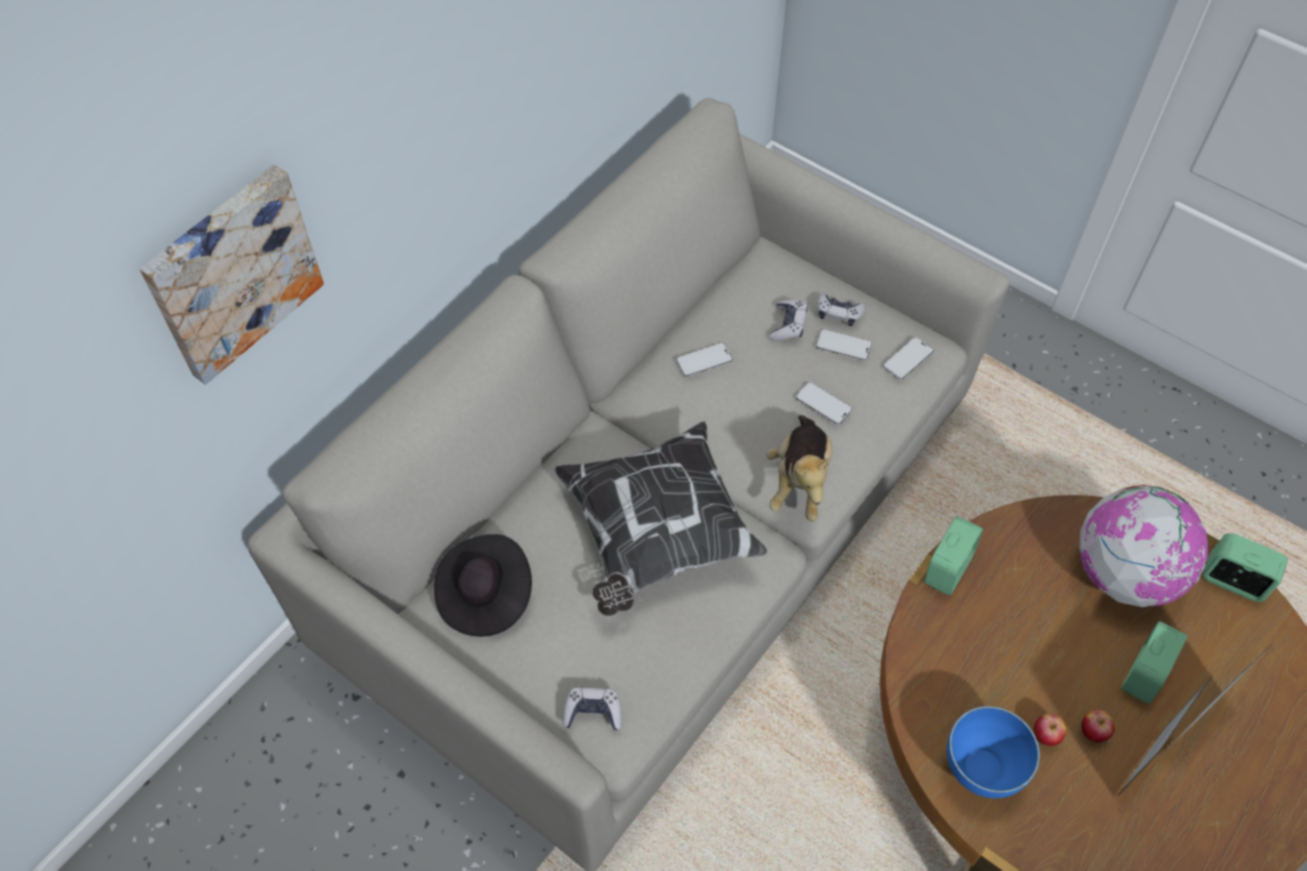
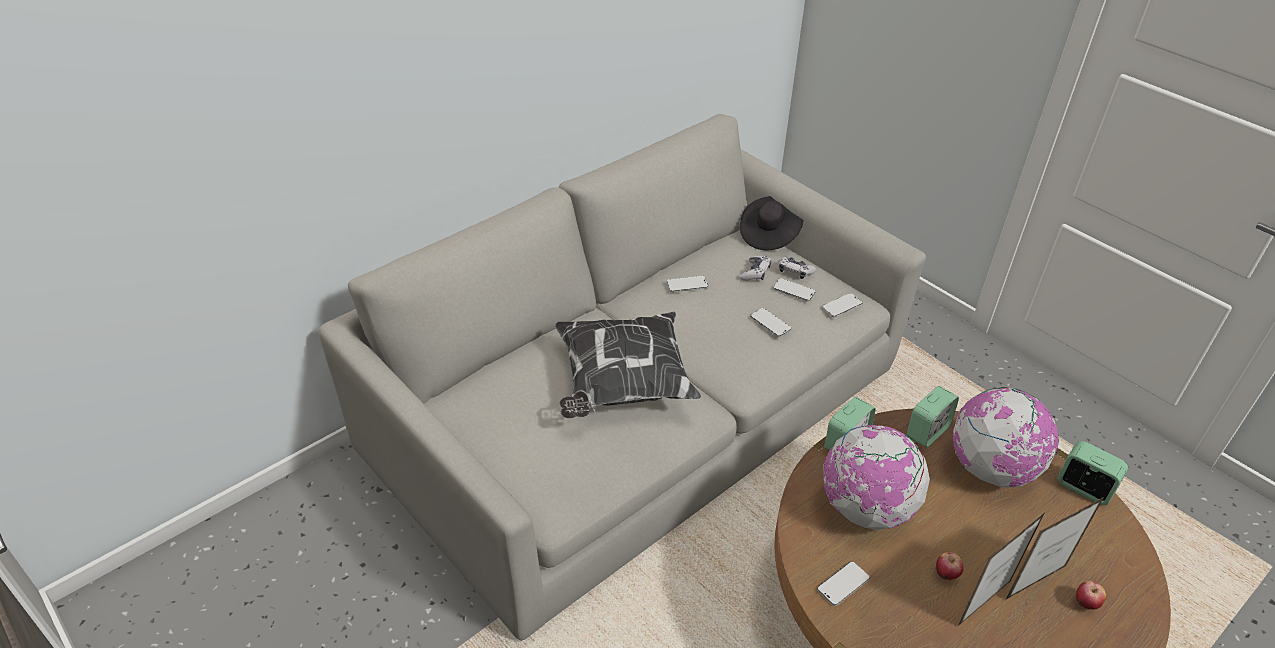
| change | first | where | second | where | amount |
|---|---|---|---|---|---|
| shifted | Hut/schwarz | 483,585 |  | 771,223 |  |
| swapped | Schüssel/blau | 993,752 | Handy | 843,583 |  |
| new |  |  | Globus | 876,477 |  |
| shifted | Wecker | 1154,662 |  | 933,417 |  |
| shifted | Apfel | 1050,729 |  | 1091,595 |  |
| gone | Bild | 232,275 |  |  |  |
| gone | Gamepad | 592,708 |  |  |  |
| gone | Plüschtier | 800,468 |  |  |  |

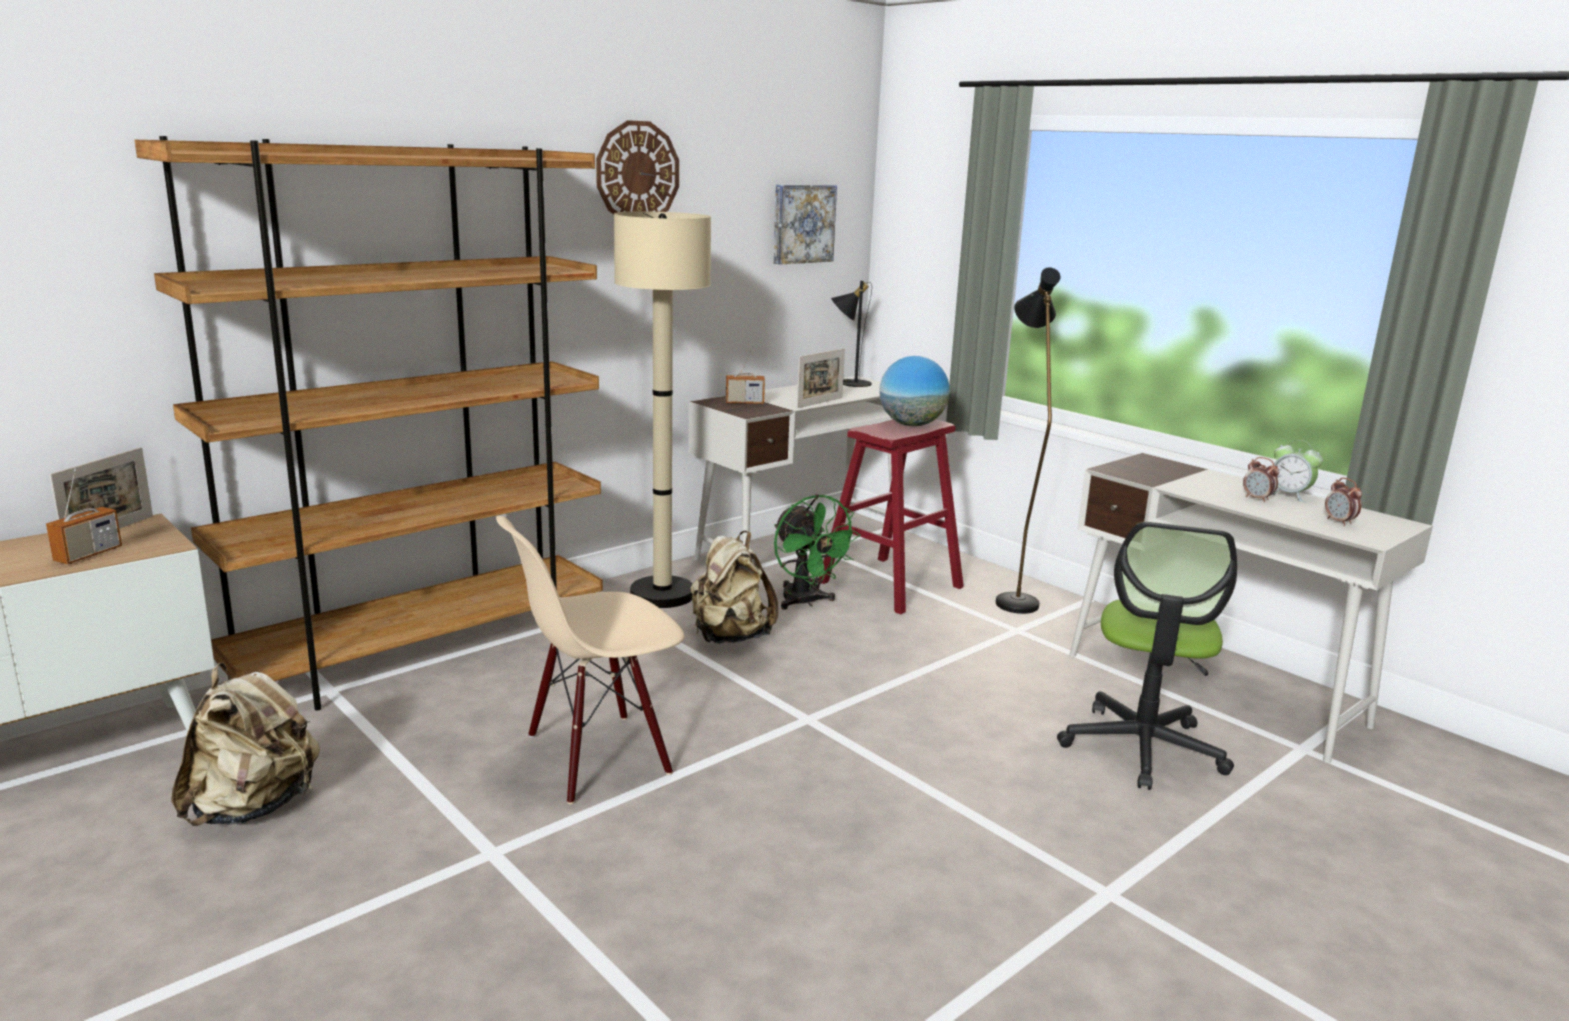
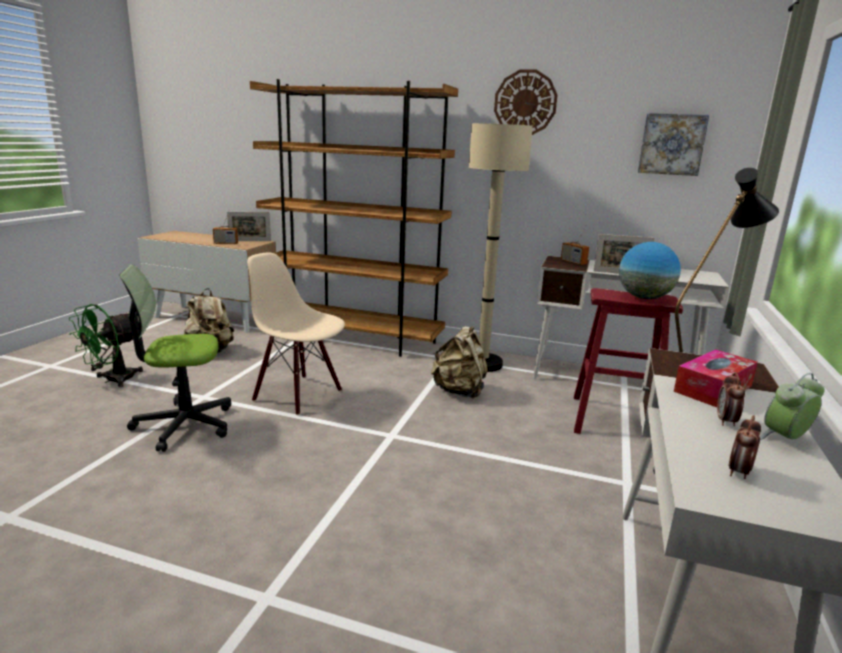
| change | first | where | second | where | amount |
|---|---|---|---|---|---|
| shifted | Ventilator/grün | 817,552 |  | 106,345 |  |
| shifted | Bürostuhl | 1147,656 |  | 175,358 |  |
| new |  |  | Taschentuchbox | 716,378 |  |
| rotated | Wecker | 1297,471 |  | 792,406 | 45 degrees clockwise |
| gone | Tischlampe/schwarz | 851,334 |  |  |  |

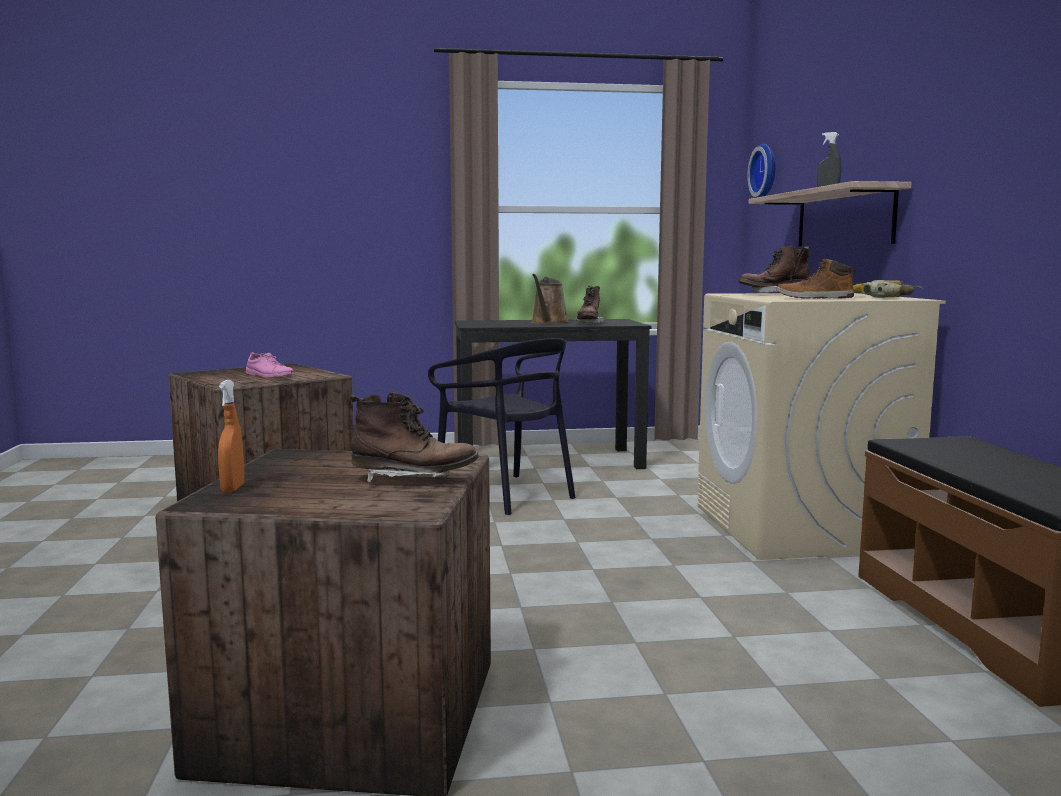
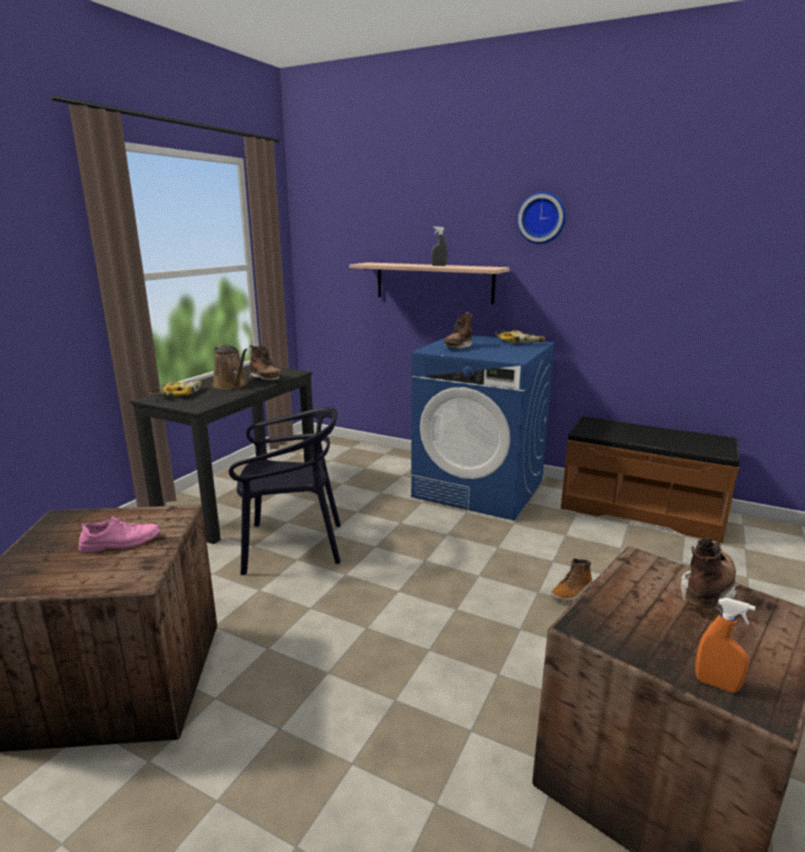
| change | first | where | second | where | amount |
|---|---|---|---|---|---|
| new |  |  | Bohrmaschine | 176,388 |  |
| repainted | Waschmaschine/beige | 821,426 | Waschmaschine/blau | 483,428 |  |
| shifted | Wanduhr | 761,171 |  | 541,218 |  |
| shifted | Stiefel | 816,278 |  | 571,580 |  |

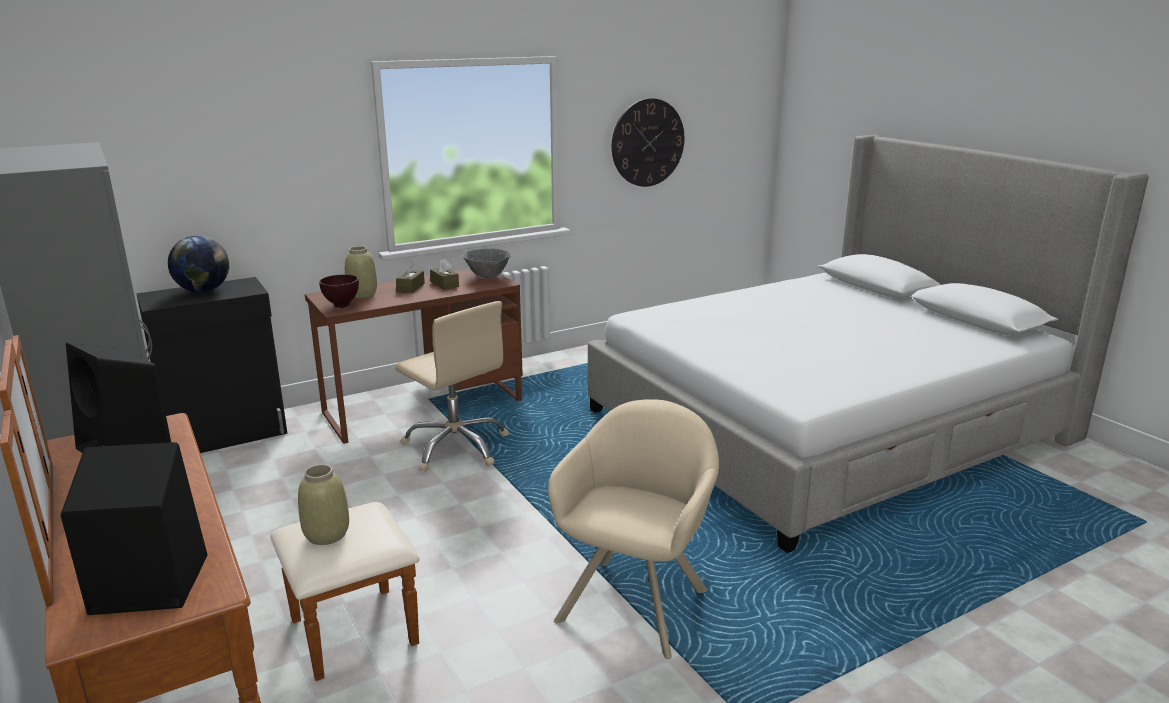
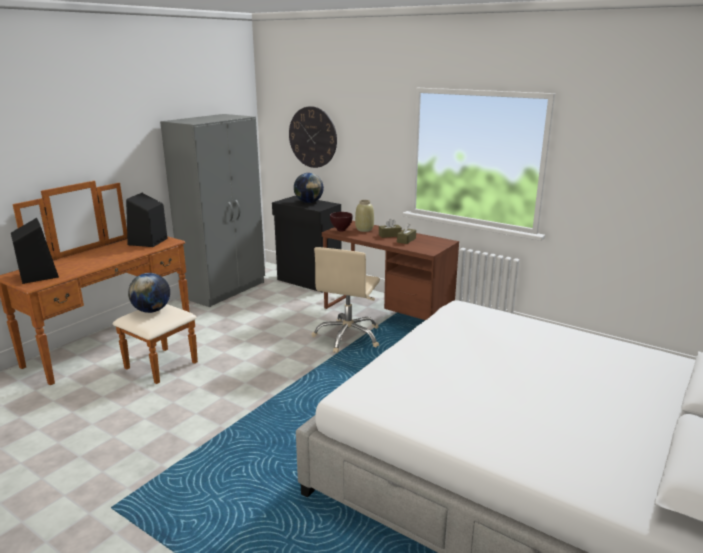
| change | first | where | second | where | amount |
|---|---|---|---|---|---|
| swapped | Vase/beige | 323,504 | Globus | 149,293 |  |
| shifted | Wanduhr | 648,142 |  | 313,137 |  |
| gone | Schüssel/grau | 486,263 |  |  |  |
| gone | Sessel/beige | 633,529 |  |  |  |

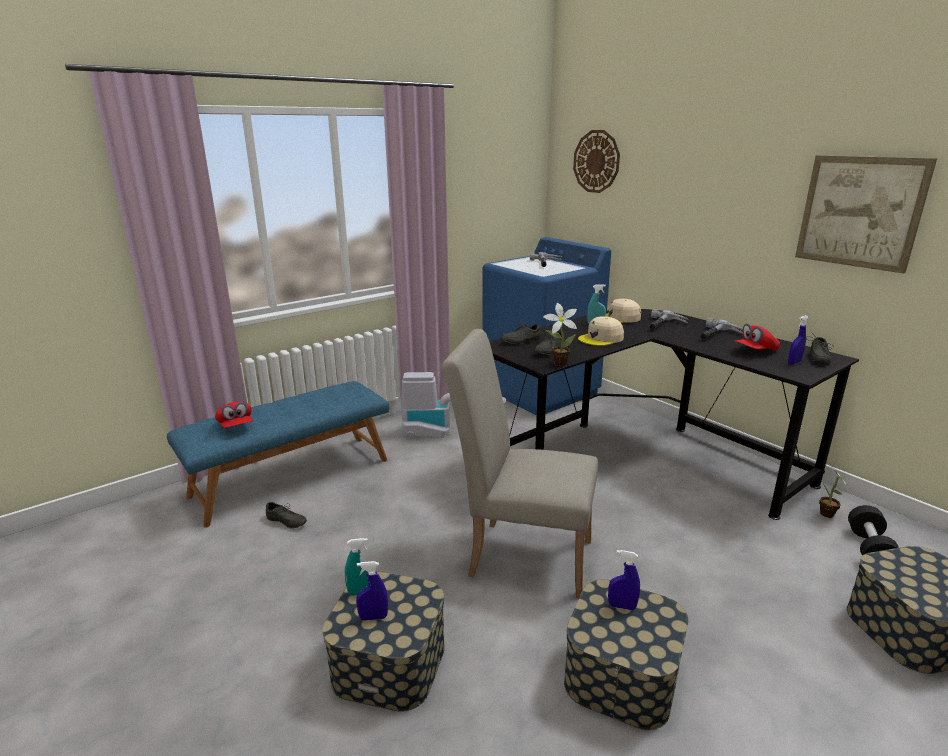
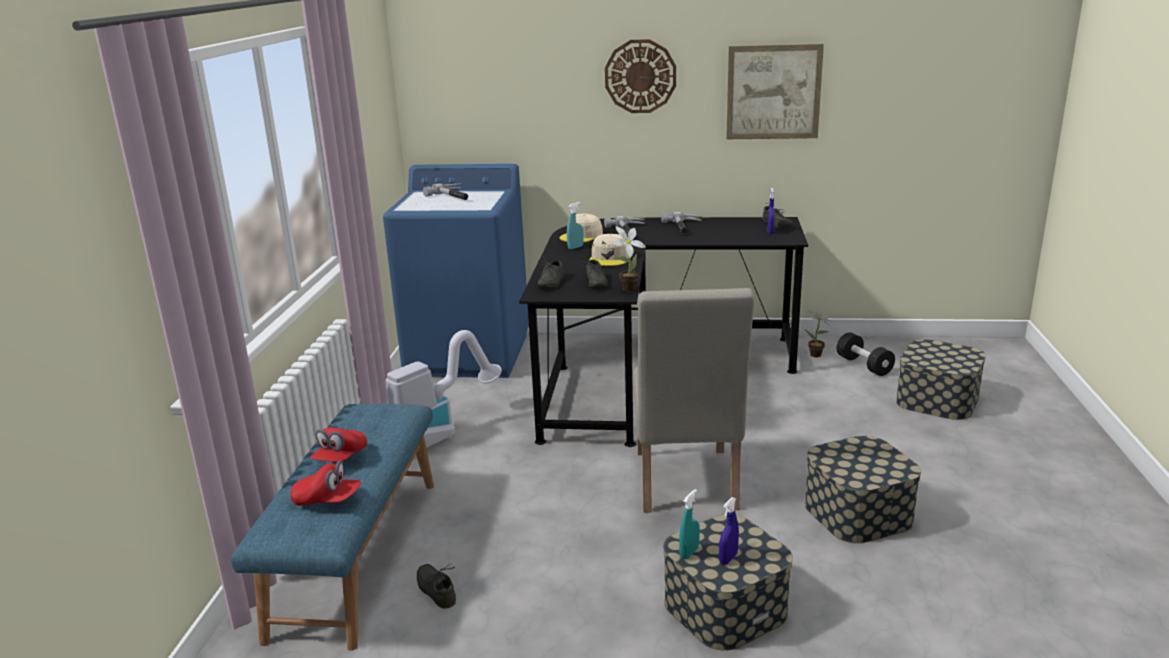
| change | first | where | second | where | amount |
|---|---|---|---|---|---|
| shifted | Kappe/rot | 757,337 |  | 338,444 |  |
| rotated | Schuh/grau | 286,515 |  | 436,586 | 105 degrees counterclockwise |
| shifted | Wanduhr | 596,161 |  | 640,76 |  |
| rotated | Stuhl/beige | 520,463 |  | 693,400 | 60 degrees counterclockwise |
| gone | Sprühflasche/blau | 624,580 |  |  |  |

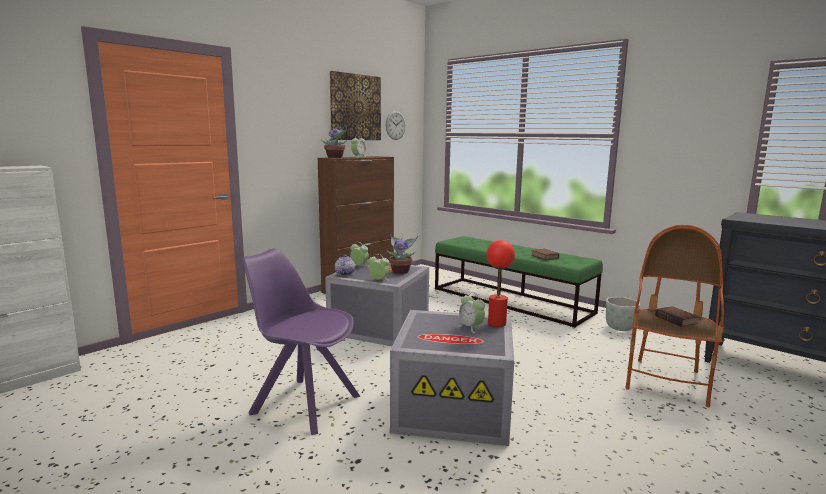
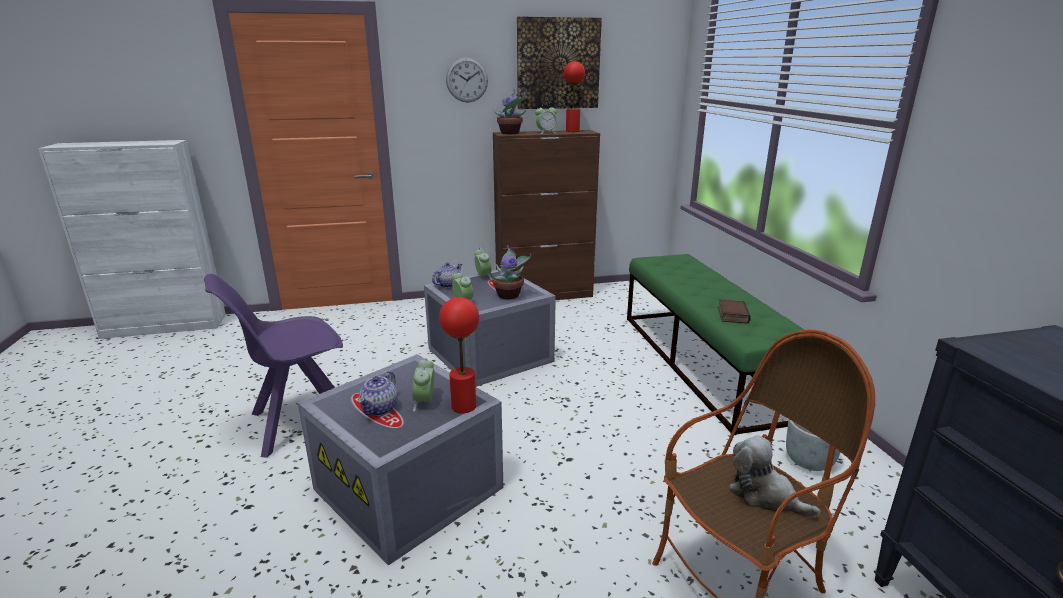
| change | first | where | second | where | amount |
|---|---|---|---|---|---|
| rotated | Stuhl/lila | 302,342 |  | 273,366 | 90 degrees counterclockwise |
| new |  |  | Teekanne | 378,393 |  |
| shifted | Wanduhr | 396,125 |  | 467,80 |  |
| new |  |  | Tischlampe/rot | 574,96 |  |
| swapped | Buch | 677,316 | Plüschtier | 775,476 |  |

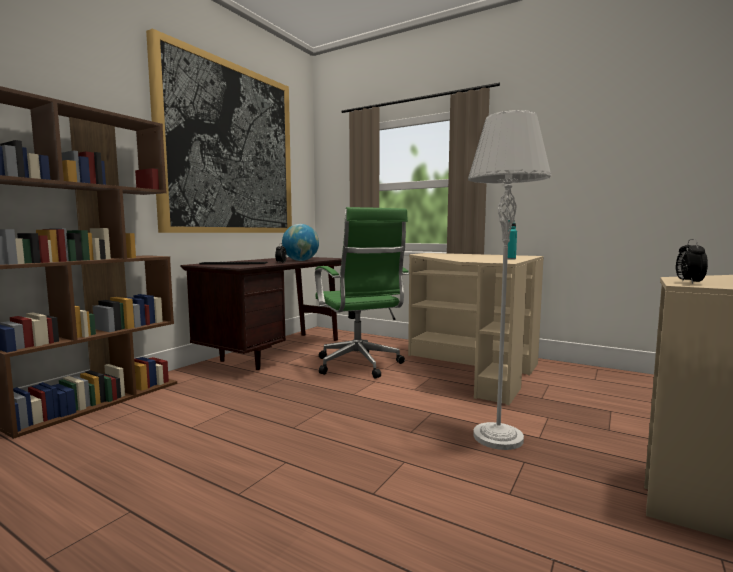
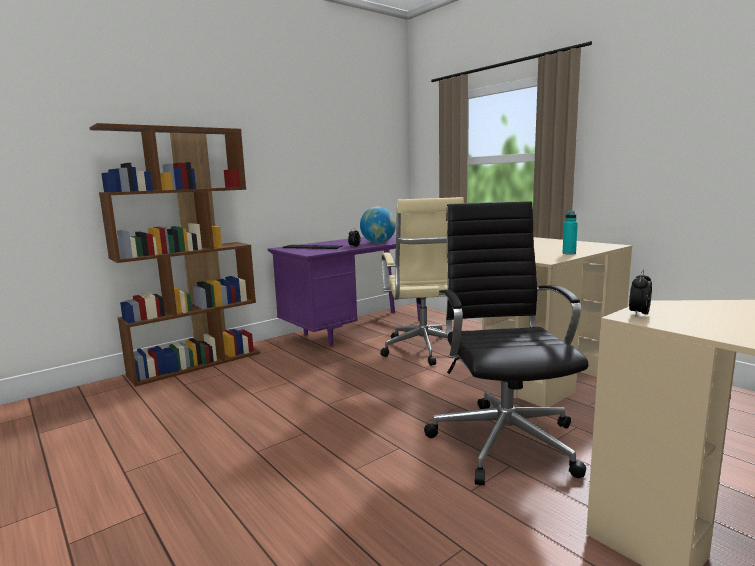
| change | first | where | second | where | amount |
|---|---|---|---|---|---|
| repainted | Schreibtisch/braun | 261,313 | Schreibtisch/lila | 344,290 |  |
| repainted | Bürostuhl/grün | 362,293 | Bürostuhl/beige | 422,281 |  |
| swapped | Stehlampe/grau | 509,280 | Bürostuhl/schwarz | 506,343 |  |
| gone | Bild | 219,130 |  |  |  |

